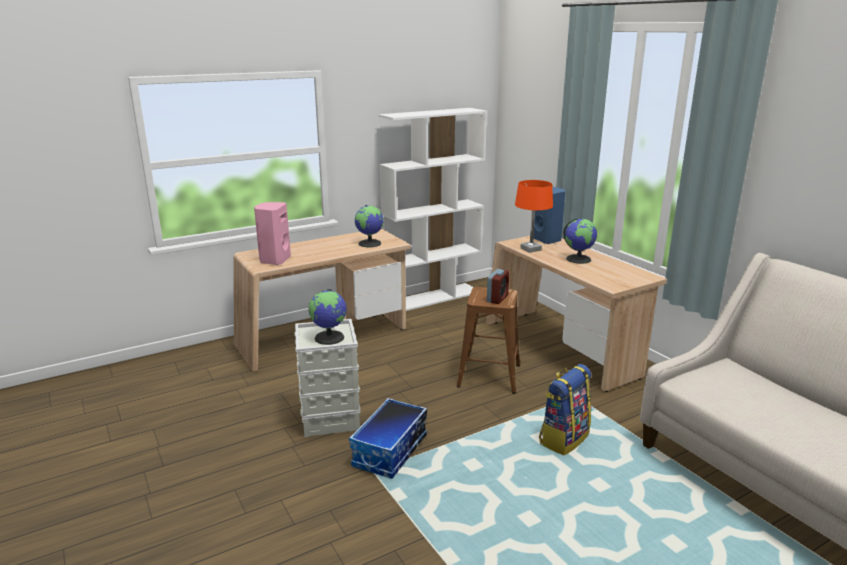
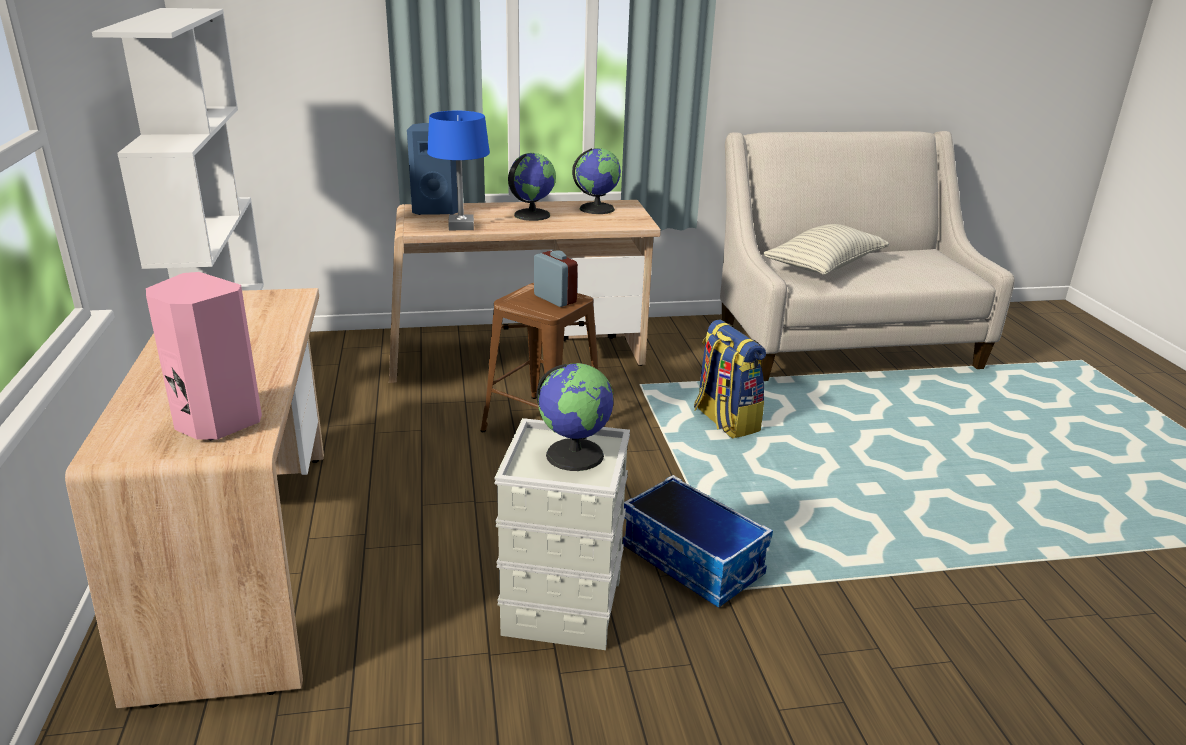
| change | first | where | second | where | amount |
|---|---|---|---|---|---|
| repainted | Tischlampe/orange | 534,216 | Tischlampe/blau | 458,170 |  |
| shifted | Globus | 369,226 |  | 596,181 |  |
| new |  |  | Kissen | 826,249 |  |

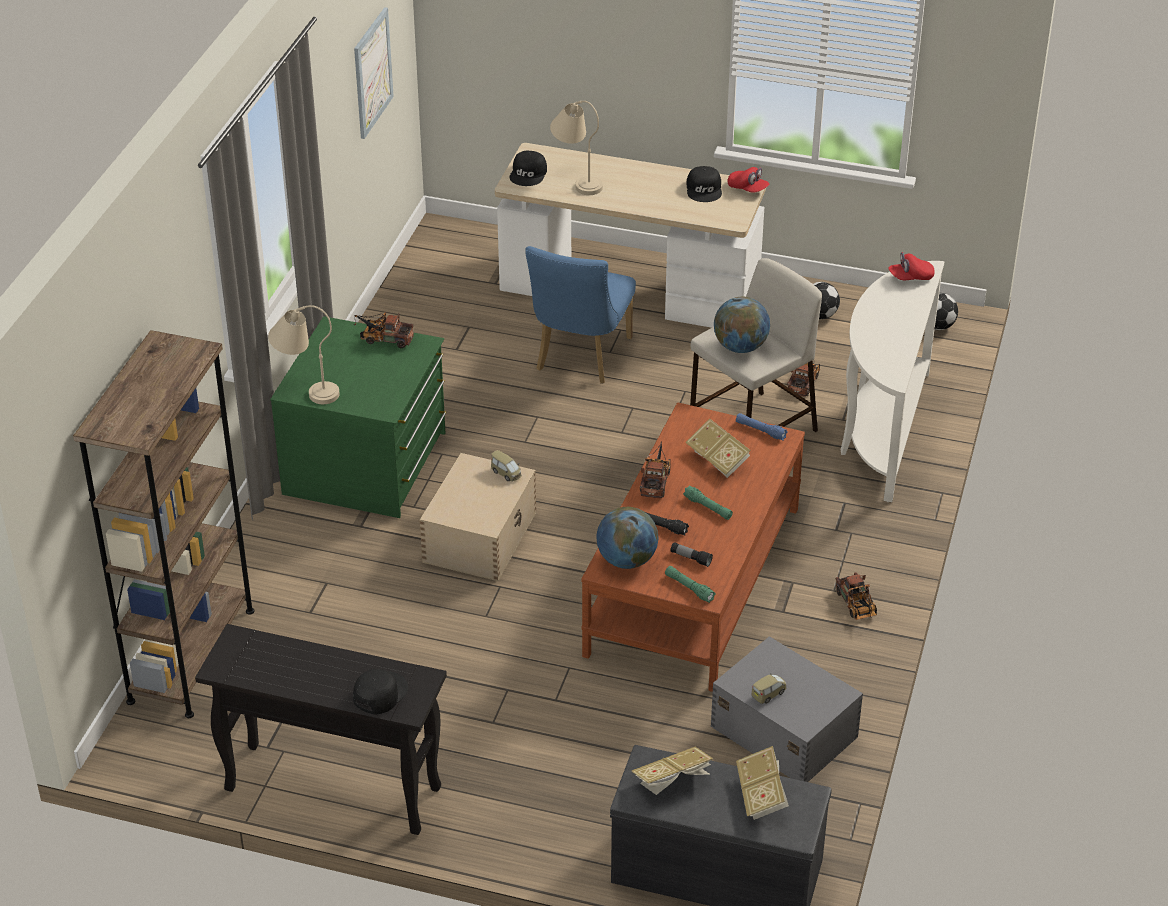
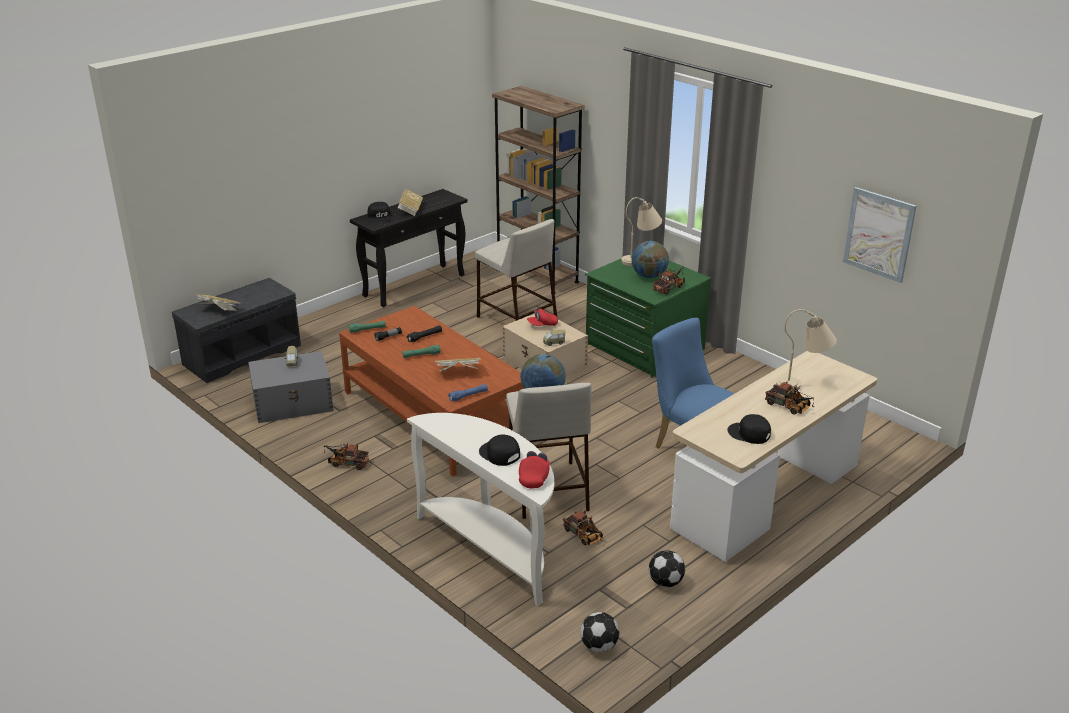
| change | first | where | second | where | amount |
|---|---|---|---|---|---|
| shifted | Buch | 672,771 |  | 410,202 |  |
| new |  |  | Hocker/beige | 516,270 |  |
| shifted | Kappe/schwarz | 528,168 |  | 499,450 |  |
| shifted | Kappe/rot | 748,180 |  | 542,317 |  |
| shifted | Globus | 627,538 |  | 650,259 |  |
| shifted | Spielzeuglaster | 655,469 |  | 789,398 |  |

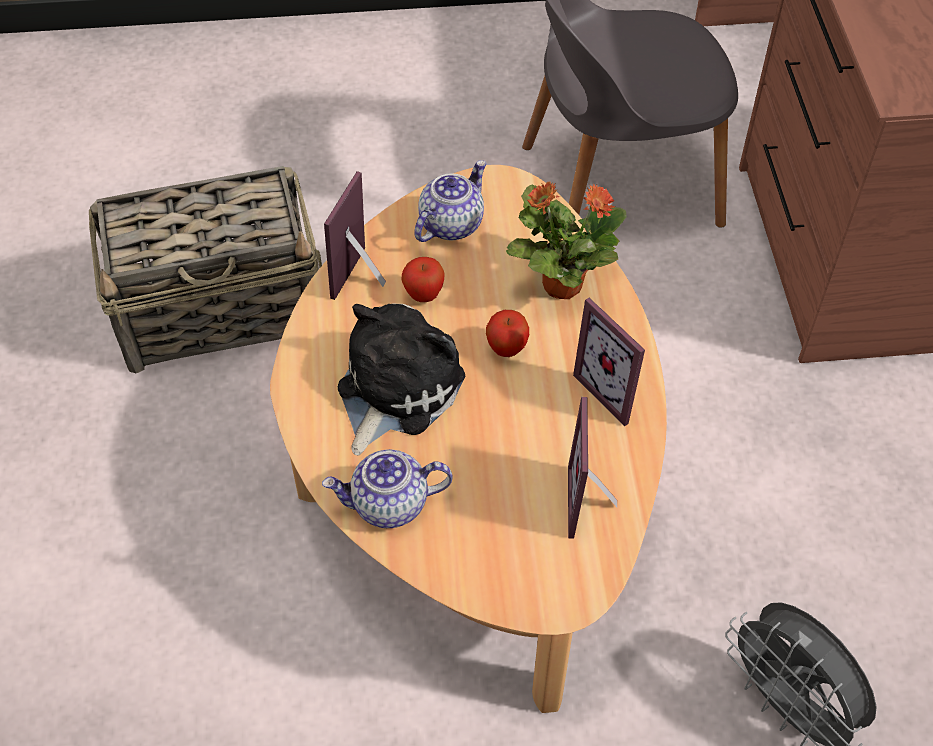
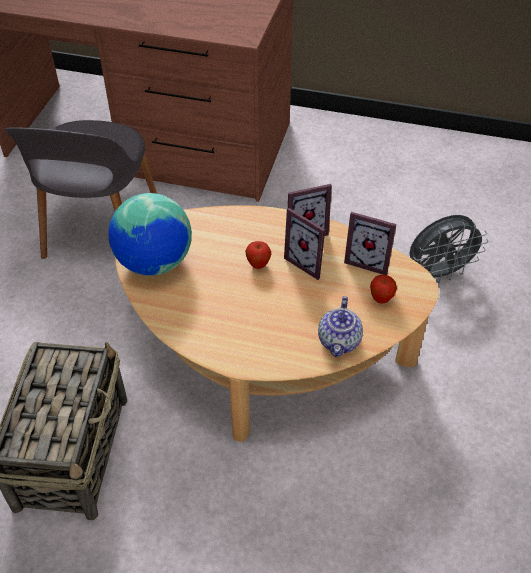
| change | first | where | second | where | amount |
|---|---|---|---|---|---|
| swapped | Teekanne | 451,201 | Globus | 150,234 |  |
| shifted | Bilderrahmen | 355,235 |  | 304,244 |  |
| shifted | Apfel | 423,279 |  | 383,289 |  |
| gone | Plüschtier | 401,379 |  |  |  |
| gone | Topfpflanze | 566,240 |  |  |  |

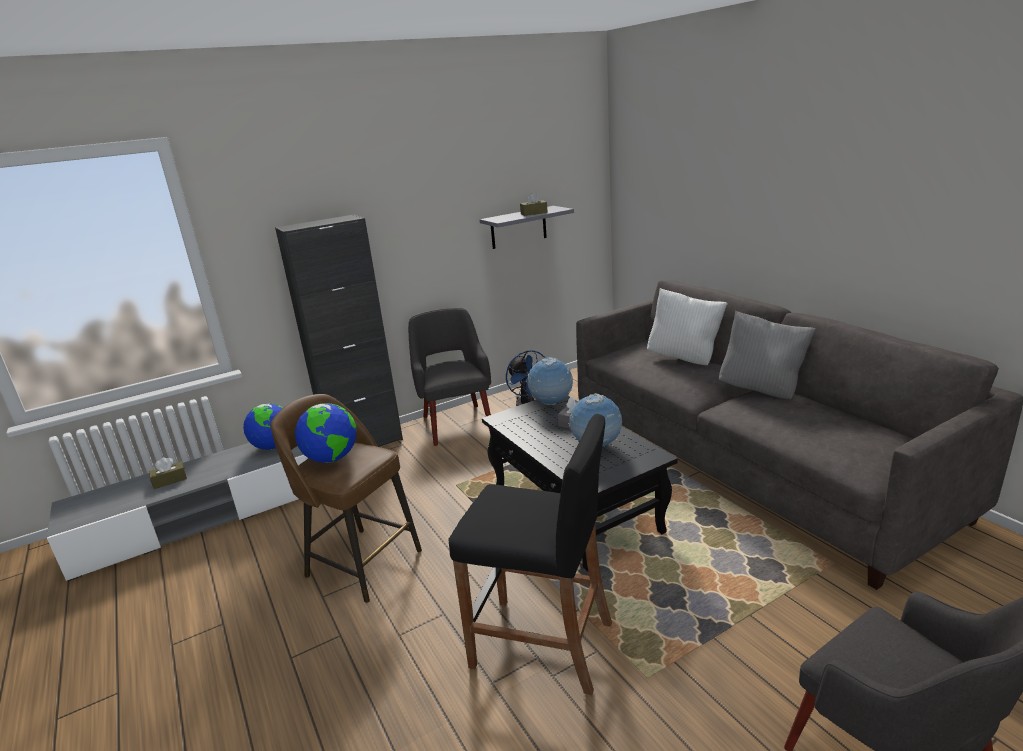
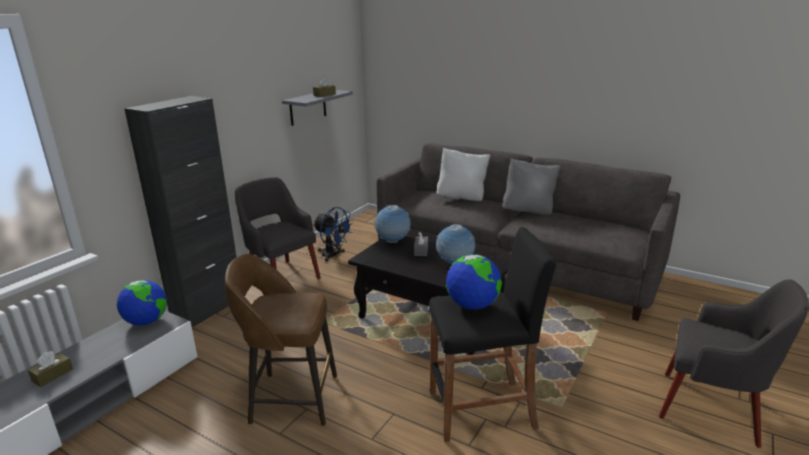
| change | first | where | second | where | amount |
|---|---|---|---|---|---|
| shifted | Globus | 325,433 |  | 474,282 |  |

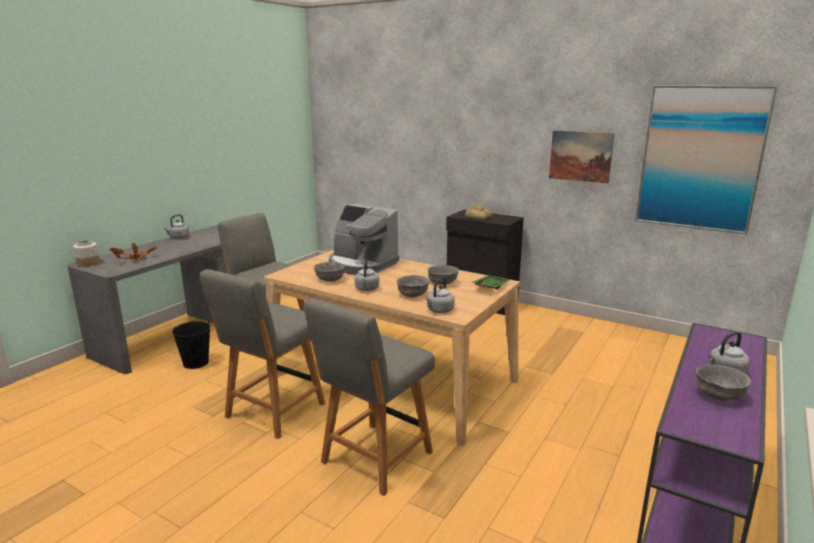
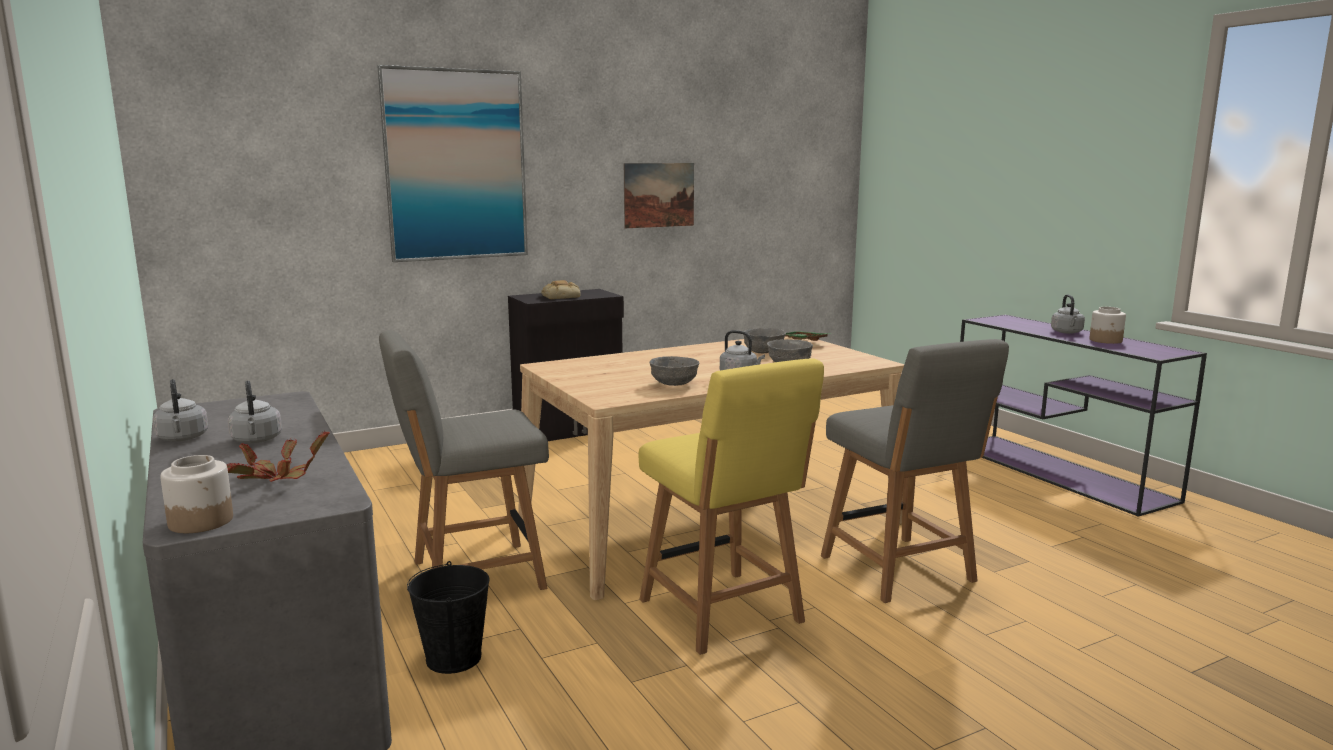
| change | first | where | second | where | amount |
|---|---|---|---|---|---|
| shifted | Wasserkessel/grau | 440,295 |  | 255,412 |  |
| shifted | Bild | 706,160 |  | 452,163 |  |
| repainted | Stuhl/grau | 263,354 | Stuhl/gelb | 731,506 |  |
| swapped | Schüssel/grau | 723,382 | Vorratsglas | 1107,325 |  |
| gone | Kaffeemaschine | 364,239 |  |  |  |

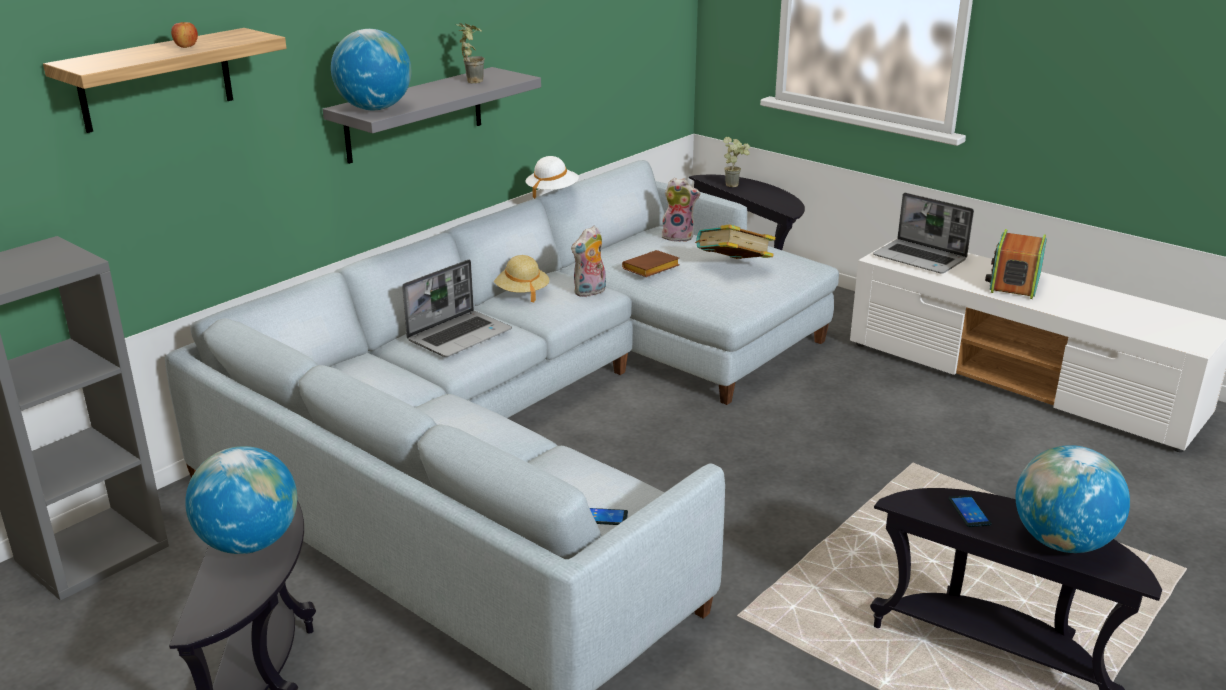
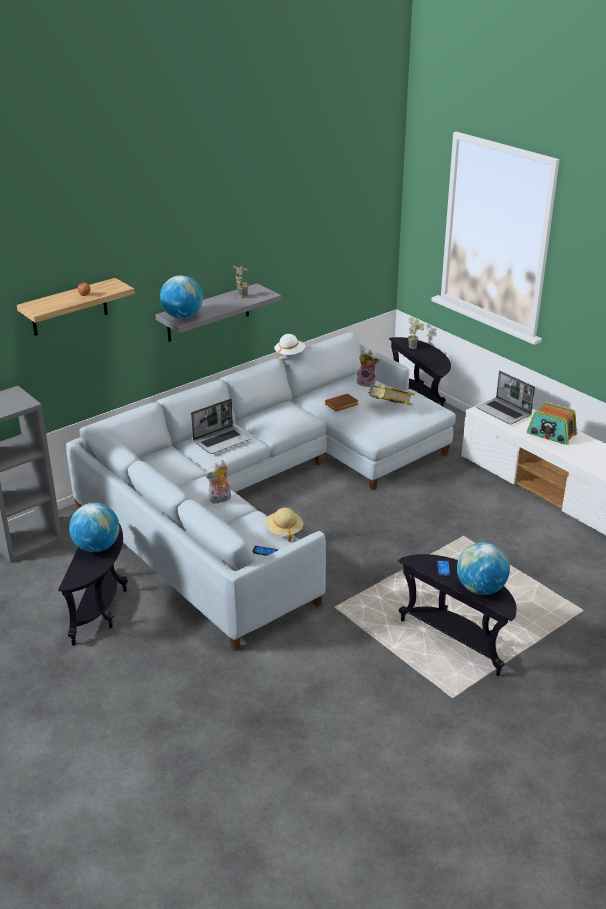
| change | first | where | second | where | amount |
|---|---|---|---|---|---|
| shifted | Plüschtier | 588,261 |  | 218,482 |  |
| shifted | Hut/beige | 521,278 |  | 284,525 |  |
| rotated | Radio | 1016,264 |  | 552,423 | 90 degrees counterclockwise |

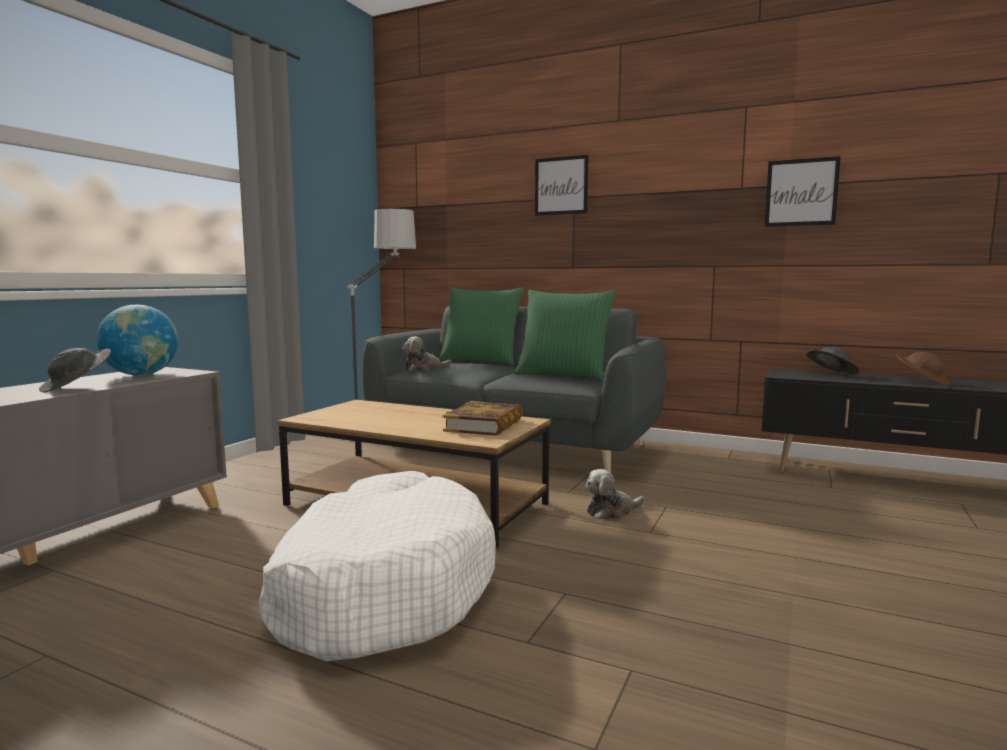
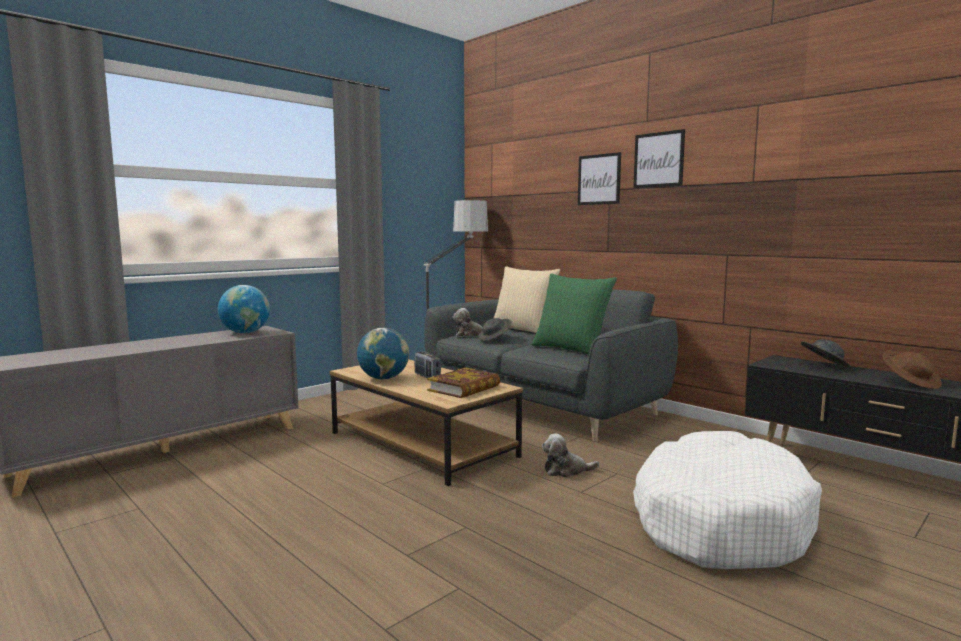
| change | first | where | second | where | amount |
|---|---|---|---|---|---|
| new |  |  | Globus | 383,354 |  |
| new |  |  | Radio | 427,365 |  |
| shifted | Hut/grau | 75,370 |  | 495,329 |  |
| repainted | Kissen/grün | 481,326 | Kissen/beige | 527,299 |  |
| shifted | Bild | 803,191 |  | 659,158 |  |
| shifted | Hundebett/weiß | 377,566 |  | 727,500 |  |

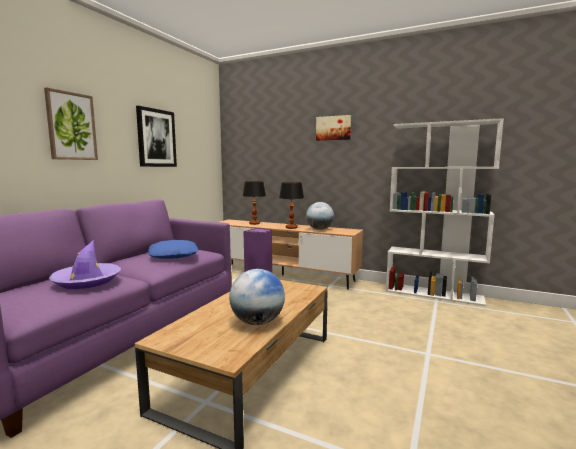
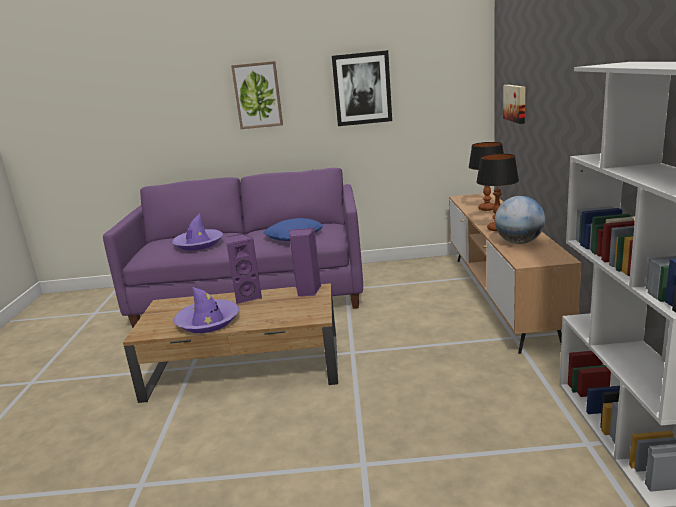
| change | first | where | second | where | amount |
|---|---|---|---|---|---|
| swapped | Globus | 257,297 | Hut/lila | 207,310 |  |
| new |  |  | Lautsprecher/lila | 244,269 |  |
| shifted | Bild | 333,128 |  | 514,104 |  |

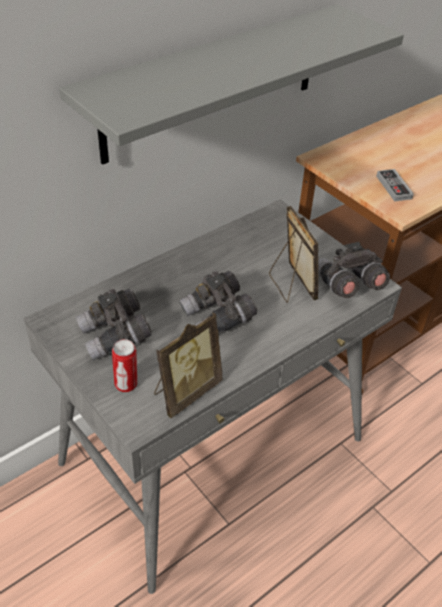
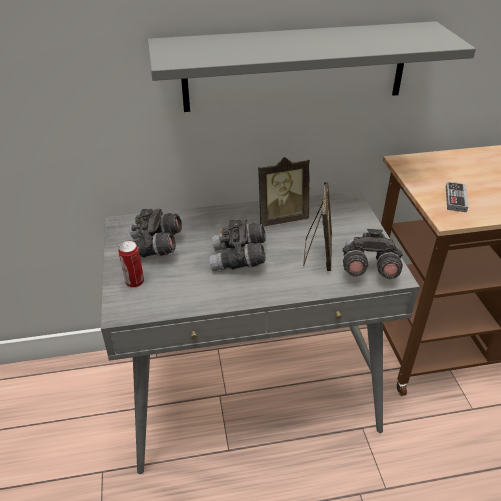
| change | first | where | second | where | amount |
|---|---|---|---|---|---|
| shifted | Bilderrahmen | 188,365 |  | 284,192 |  |

